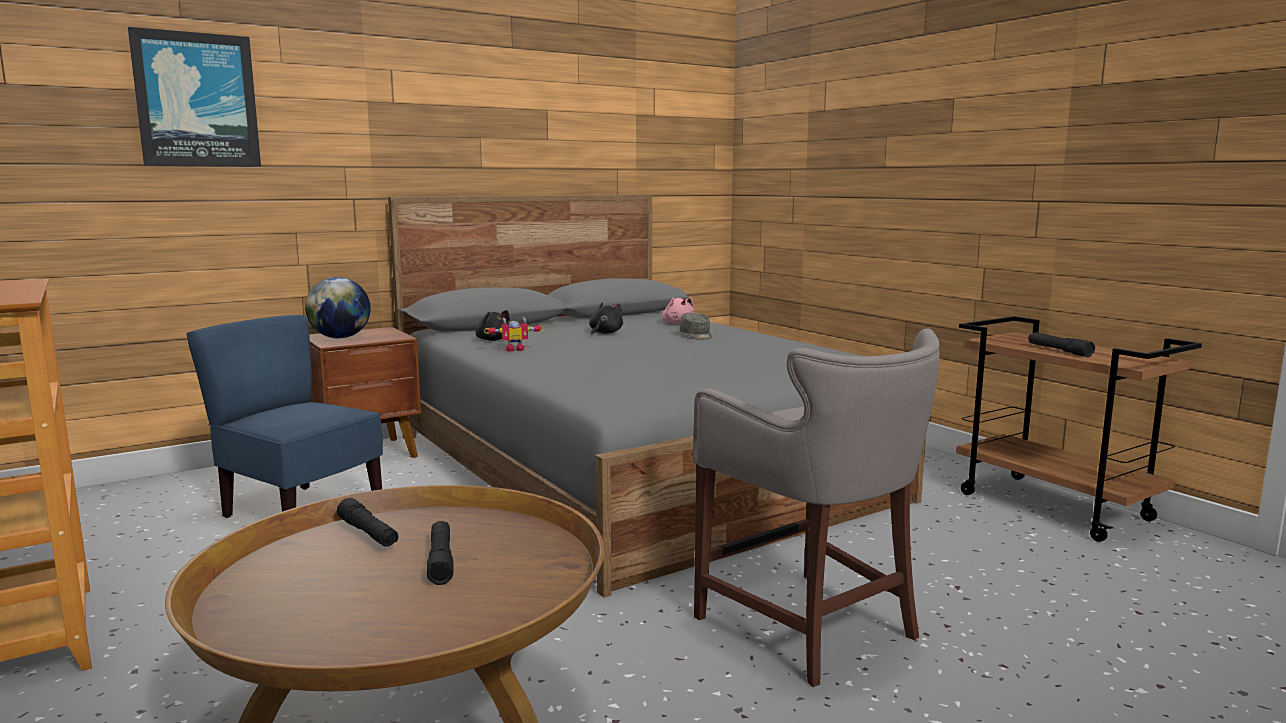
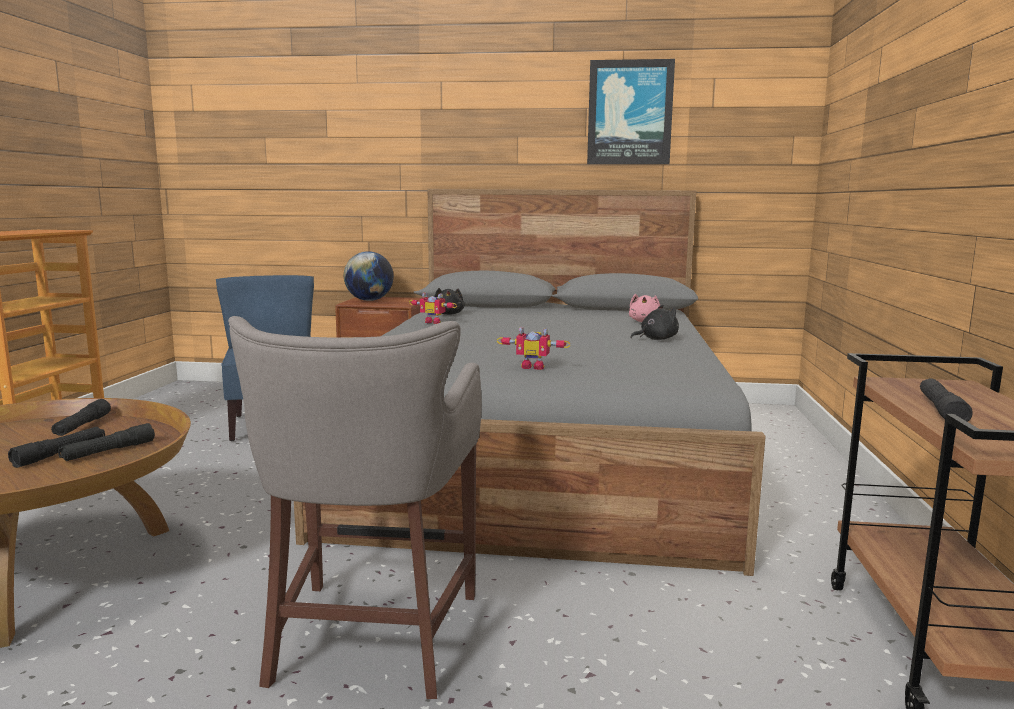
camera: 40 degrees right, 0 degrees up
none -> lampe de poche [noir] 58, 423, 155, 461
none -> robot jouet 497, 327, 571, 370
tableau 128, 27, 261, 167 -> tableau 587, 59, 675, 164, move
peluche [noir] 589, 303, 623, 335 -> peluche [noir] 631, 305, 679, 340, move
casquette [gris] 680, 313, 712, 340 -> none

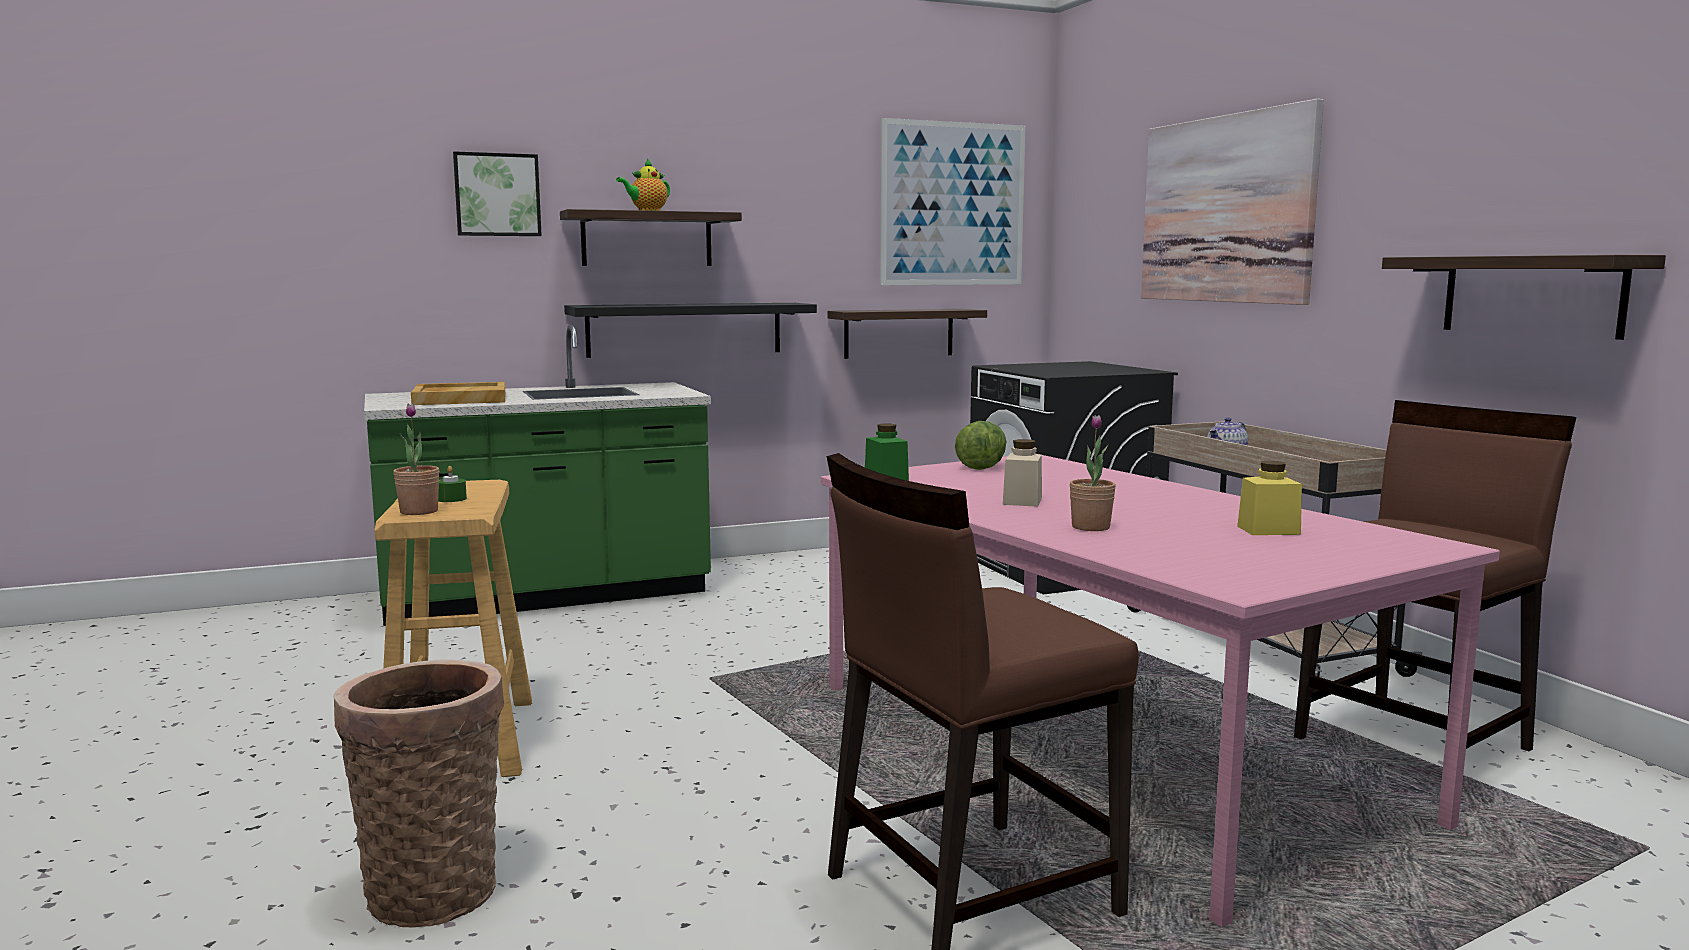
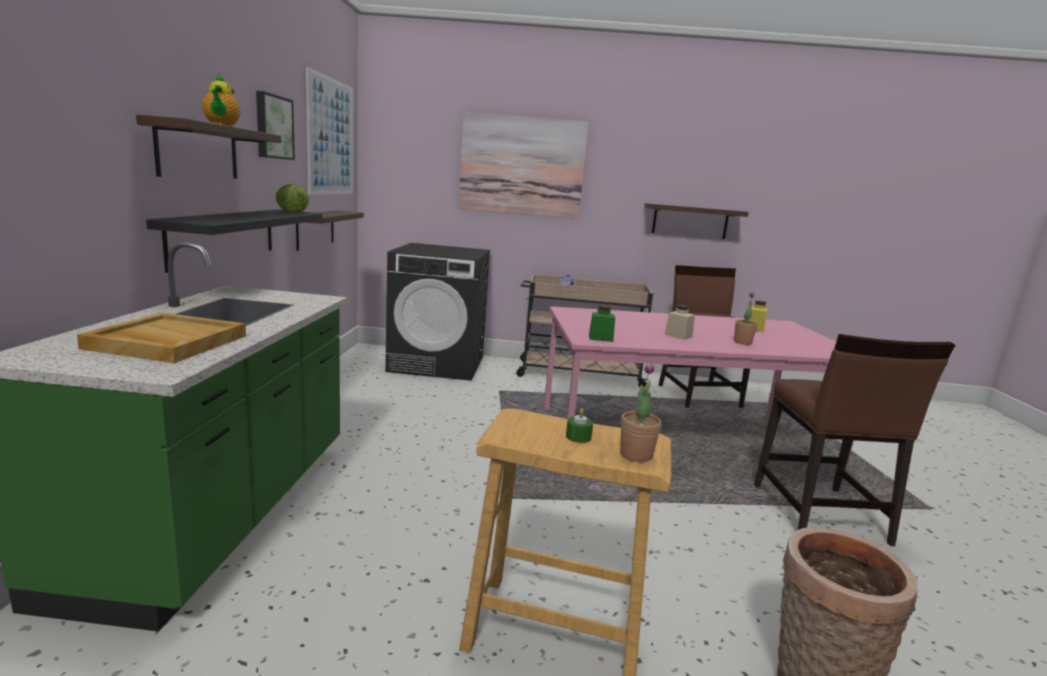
camera: 65 degrees left, 5 degrees up
tableau 453, 151, 542, 236 -> tableau 256, 91, 295, 160, move
laitue 955, 421, 1006, 470 -> laitue 276, 184, 309, 214, move

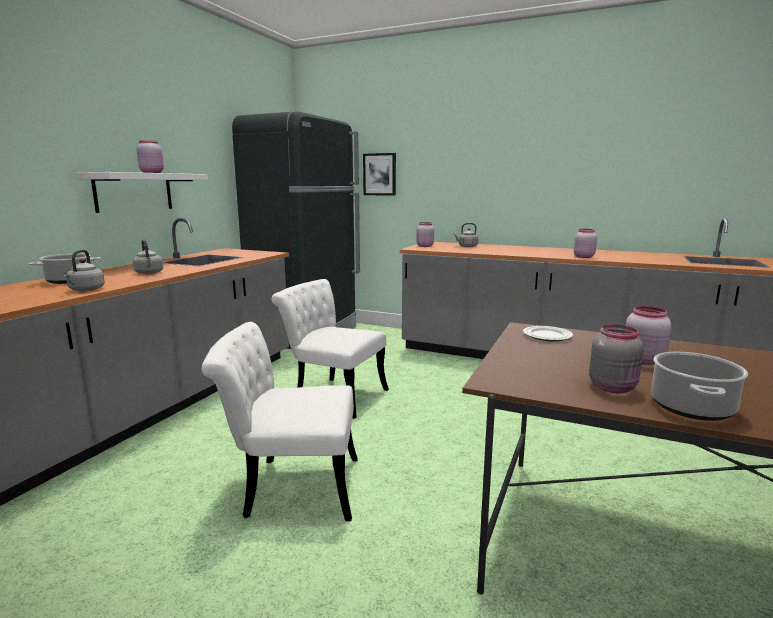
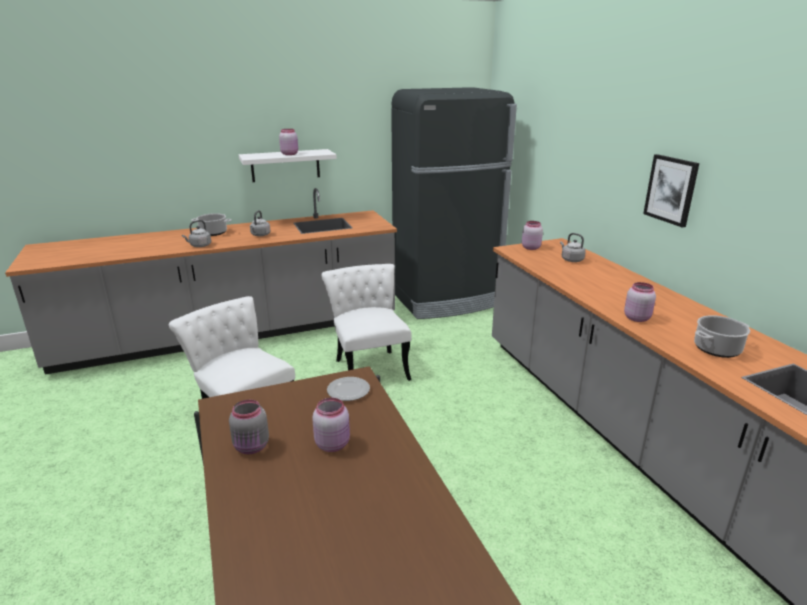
camera: 45 degrees right, 10 degrees up
tableau 363, 153, 396, 196 -> tableau 643, 154, 699, 227, move
marmite 651, 352, 748, 421 -> marmite 694, 315, 750, 358, move

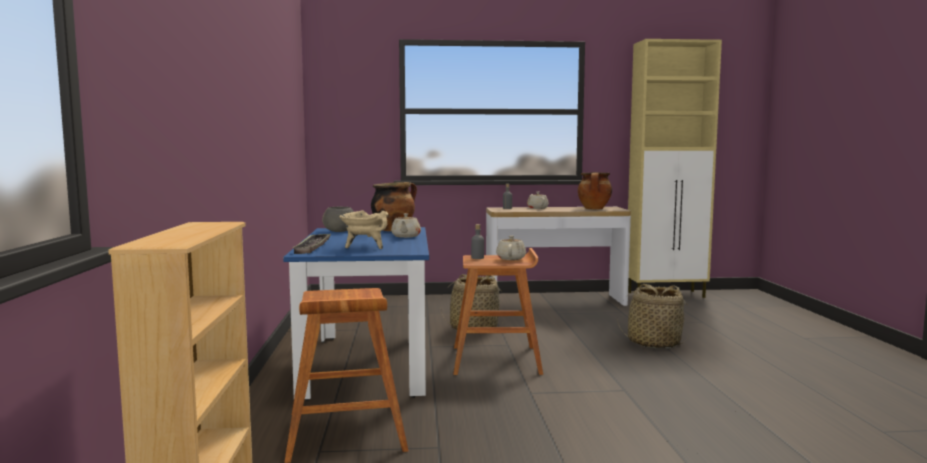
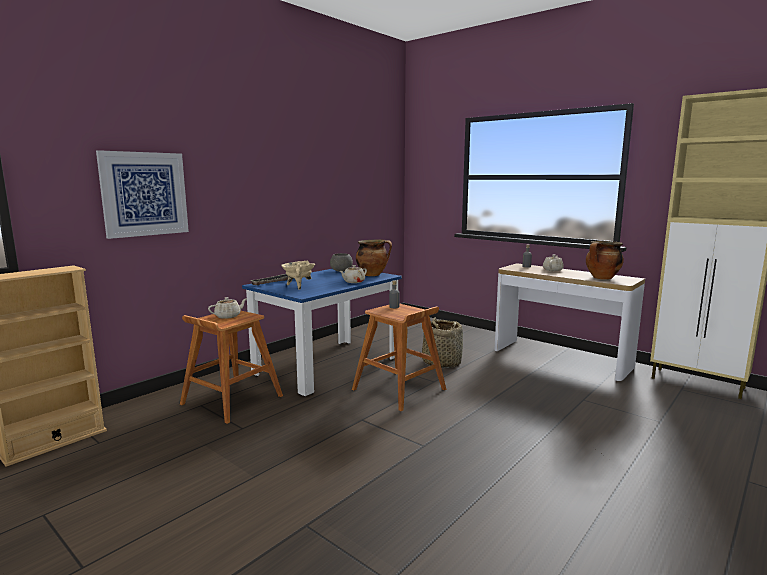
camera: 45 degrees right, 5 degrees up
none -> tableau 96, 150, 189, 239
théière [beige] 496, 236, 526, 260 -> théière [beige] 208, 297, 248, 319, move
panier 617, 284, 689, 349 -> none

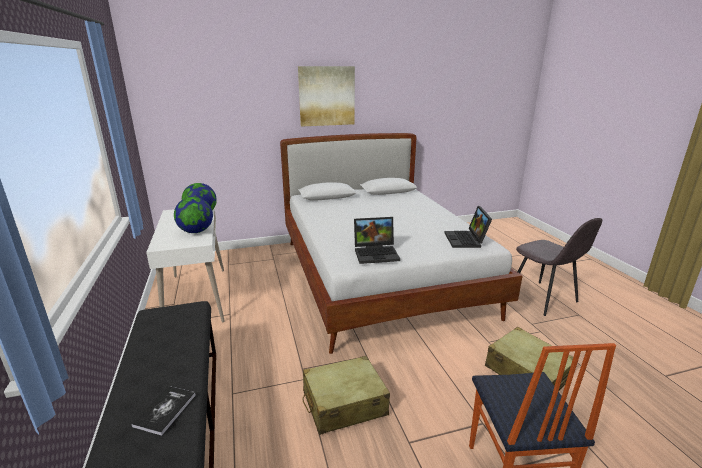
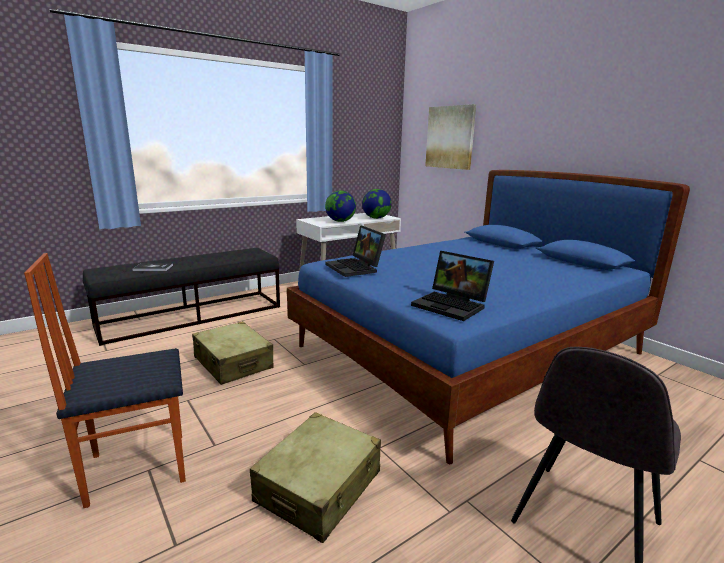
camera: 70 degrees right, 5 degrees down
lit [blanc] 280, 133, 523, 354 -> lit [bleu] 287, 170, 690, 464
ordinateur portable 445, 206, 492, 248 -> ordinateur portable 411, 251, 494, 321, 120 degrees counterclockwise
tableau 298, 66, 355, 127 -> tableau 425, 104, 476, 170, move

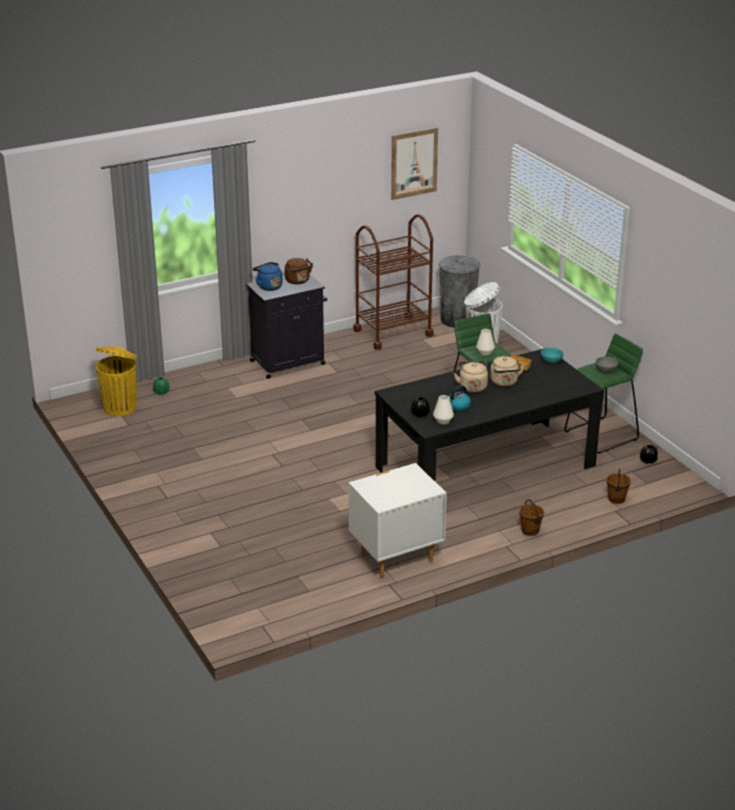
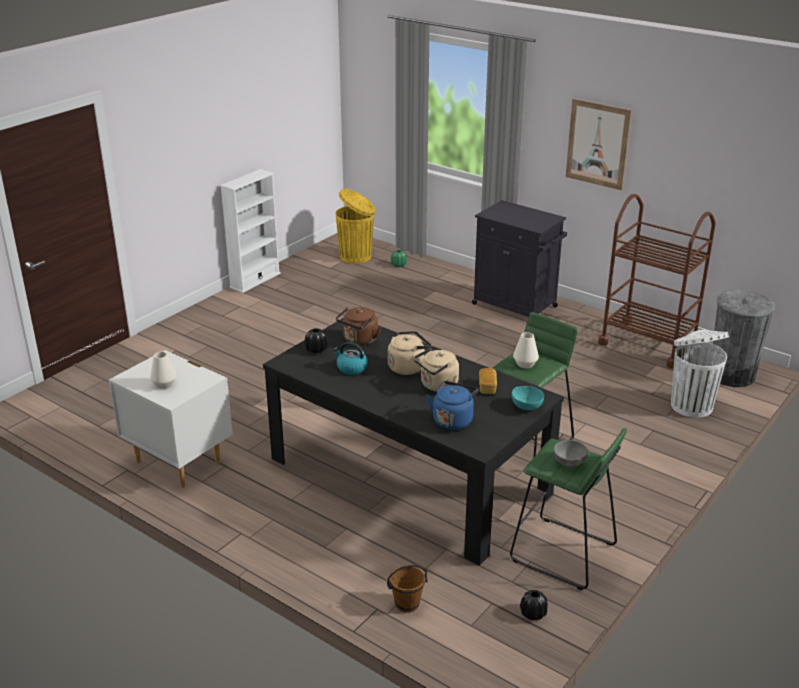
camera: 65 degrees right, 0 degrees up
vase [blanc] 433, 395, 454, 424 -> vase [blanc] 150, 352, 177, 389, move
none -> bibliothèque [blanc] 220, 169, 281, 293
bouilloire [marron] 285, 258, 313, 284 -> bouilloire [marron] 336, 307, 381, 346, move
bouilloire [bleu] 252, 262, 282, 291 -> bouilloire [bleu] 426, 381, 479, 430, move
tableau 391, 128, 438, 200 -> tableau 566, 99, 632, 190, move
seau [marron] 519, 500, 544, 536 -> none

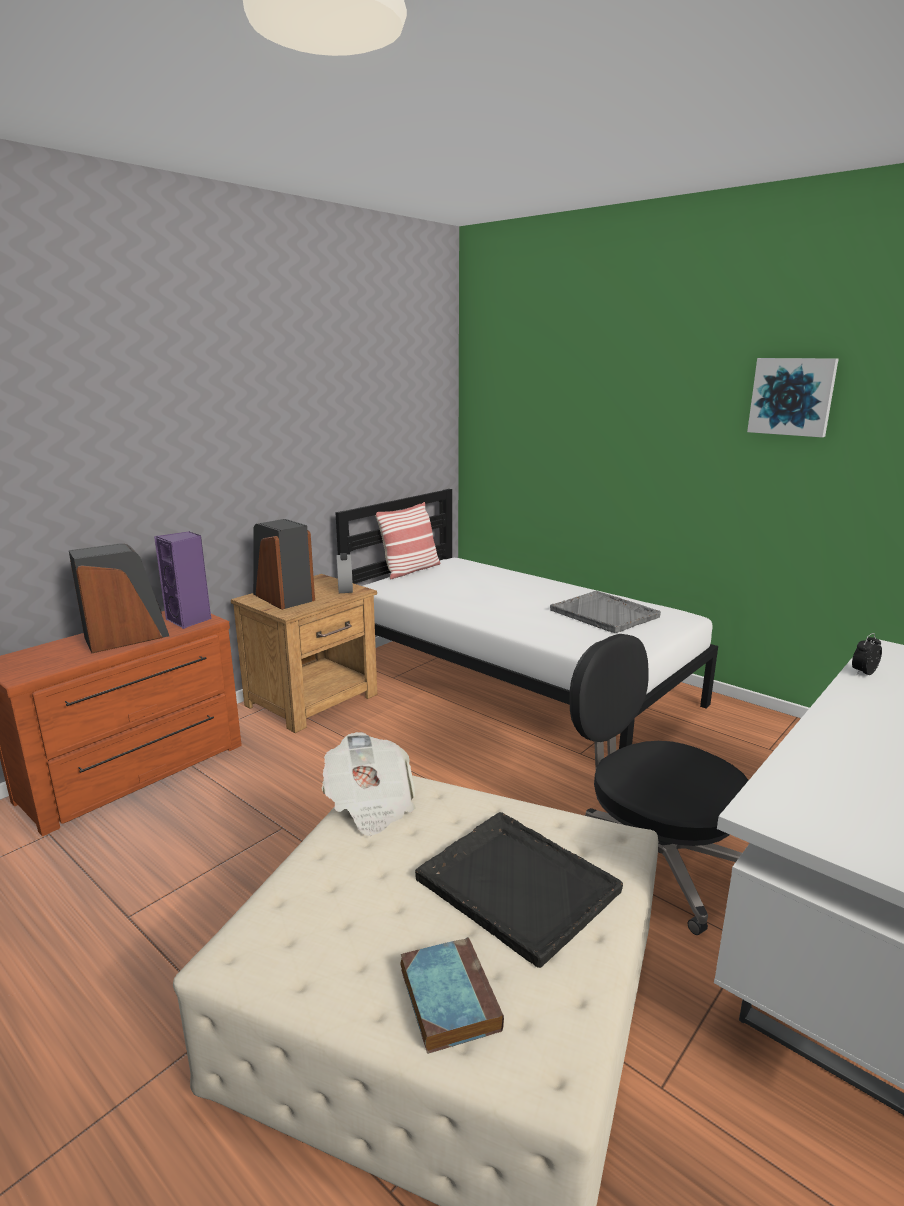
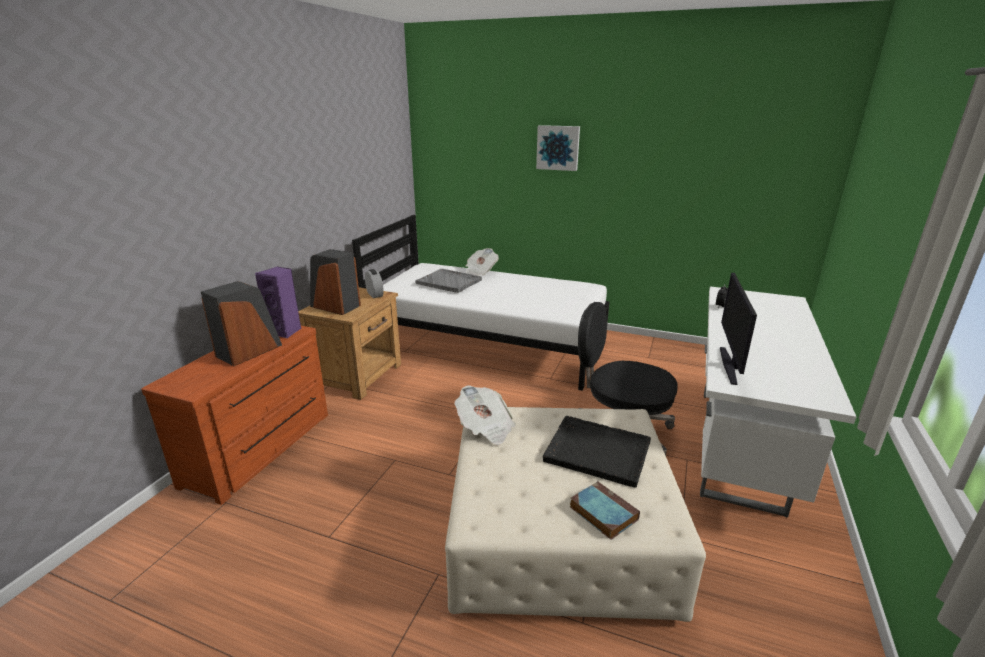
camera: 20 degrees left, 5 degrees up
plateau [gris] 550, 591, 661, 633 -> plateau [gris] 415, 269, 482, 293, move
none -> journal 465, 248, 499, 276
tableau 747, 358, 838, 437 -> tableau 536, 125, 580, 171, move
none -> écran d'ordinateur 720, 273, 757, 385
coussin 375, 502, 440, 579 -> none

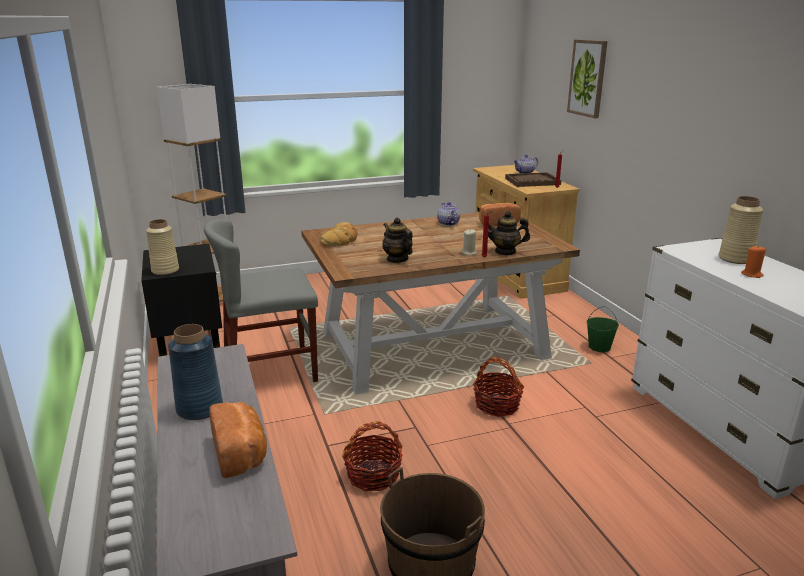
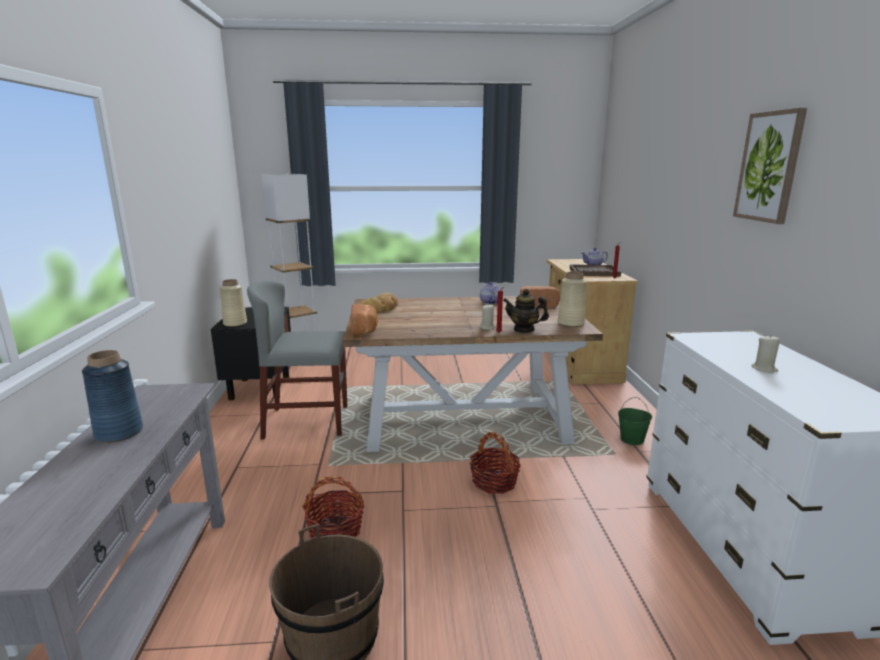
camera: 15 degrees right, 5 degrees down
pain 209, 402, 267, 478 -> pain 351, 304, 378, 335, move
vase [beige] 719, 196, 763, 264 -> vase [beige] 558, 272, 587, 327, move
tableau 567, 40, 608, 118 -> tableau 733, 108, 807, 224, move
bougie [orange] 741, 245, 766, 278 -> bougie [beige] 751, 335, 780, 373
théière 382, 217, 413, 263 -> none

